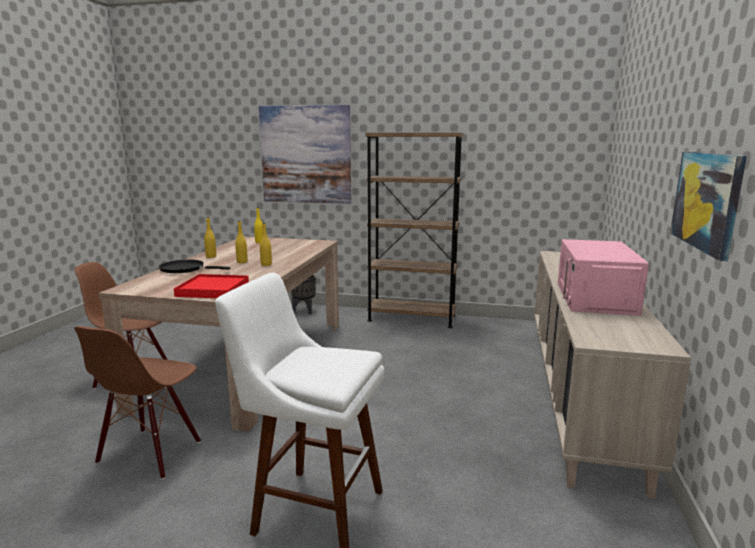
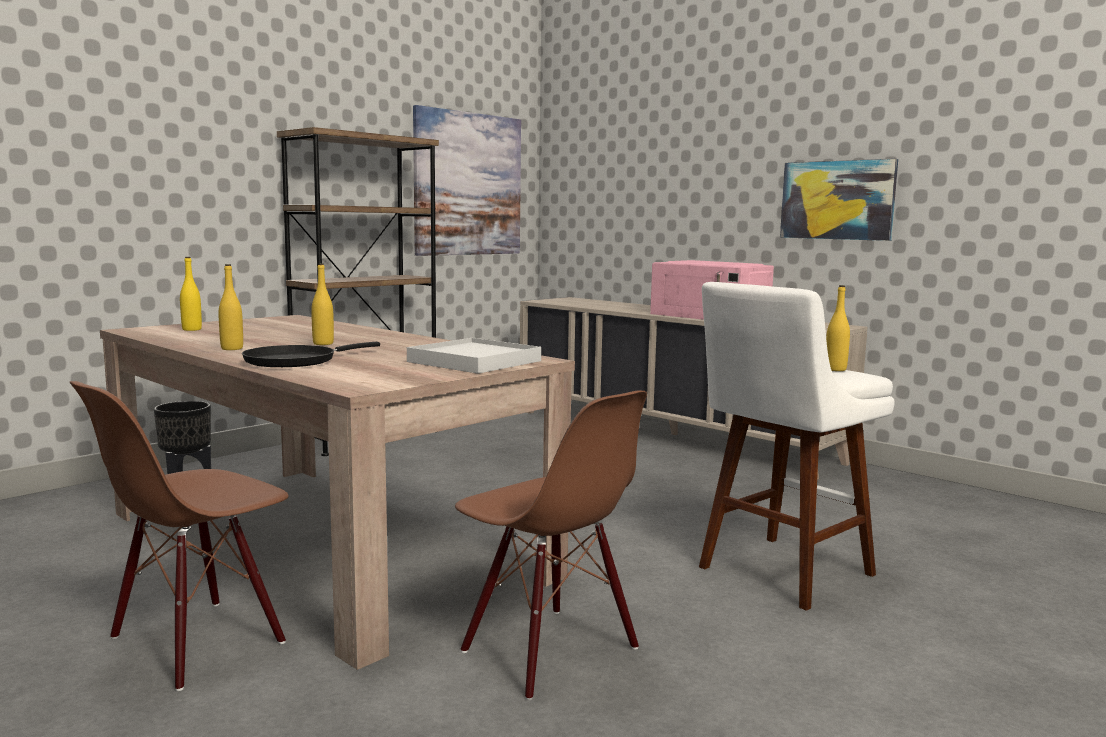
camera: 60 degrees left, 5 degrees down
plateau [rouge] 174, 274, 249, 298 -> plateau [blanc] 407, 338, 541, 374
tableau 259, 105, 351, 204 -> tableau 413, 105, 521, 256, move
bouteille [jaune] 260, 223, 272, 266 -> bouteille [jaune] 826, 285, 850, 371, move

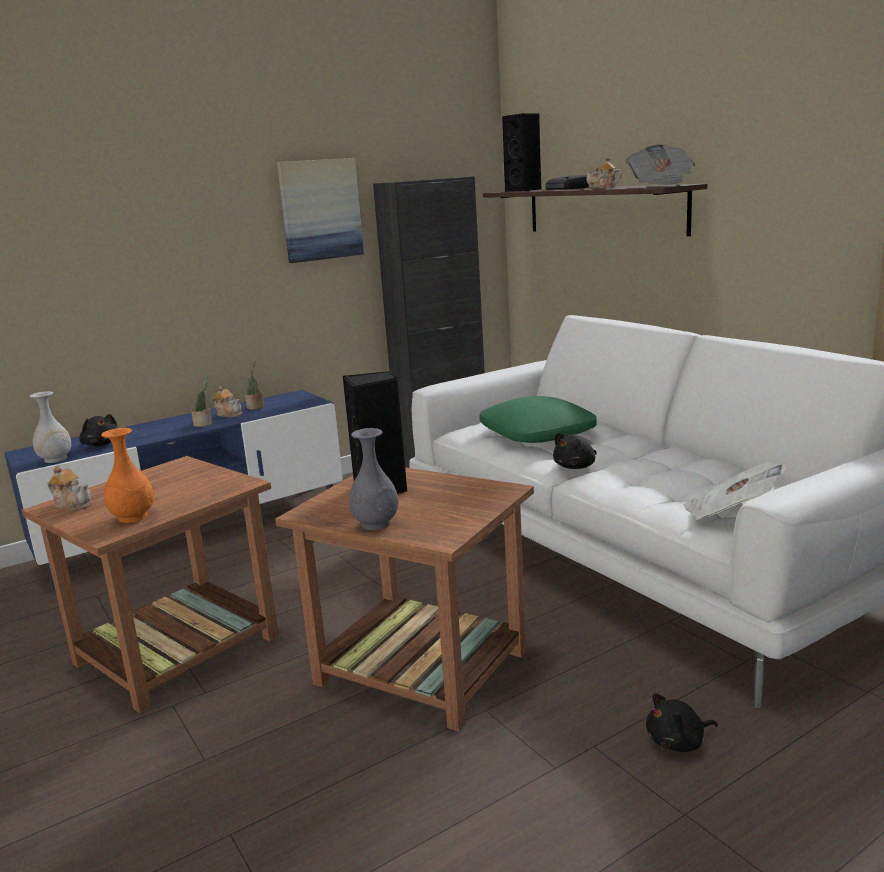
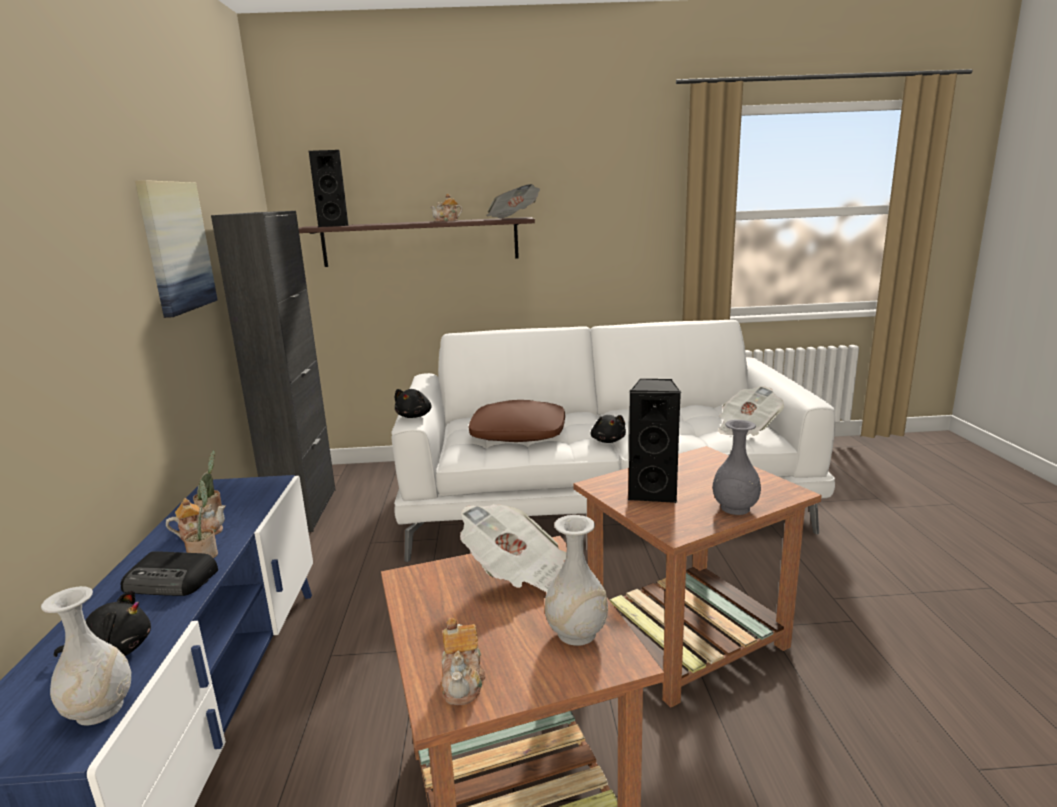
camera: 60 degrees left, 0 degrees up
radio 545, 175, 589, 190 -> radio 121, 551, 218, 596, move
peluche [noir] 646, 693, 718, 752 -> peluche [noir] 395, 389, 432, 418, move
théière 48, 466, 92, 511 -> théière 441, 618, 485, 705, 120 degrees clockwise
none -> journal 460, 504, 567, 592
coussin [vert] 479, 396, 597, 443 -> coussin [marron] 469, 400, 565, 442
vase [orange] 101, 428, 154, 523 -> vase [blanc] 545, 515, 608, 646

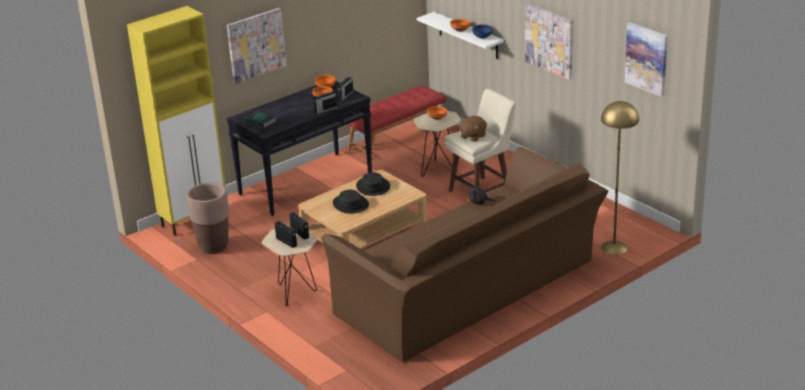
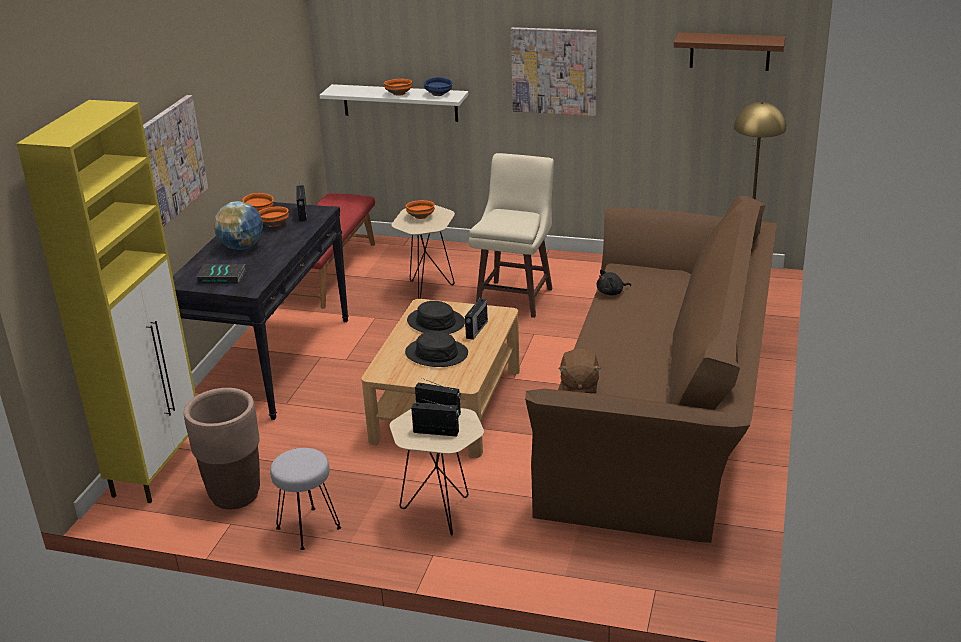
camera: 35 degrees left, 0 degrees up
none -> globe 214, 201, 263, 250
none -> tabouret [gris] 270, 448, 341, 550
radio 313, 91, 337, 114 -> radio 465, 298, 488, 340, move
peluche [marron] 459, 116, 487, 142 -> peluche [marron] 559, 349, 601, 394, move
tableau 625, 22, 668, 97 -> étagère [marron] 674, 32, 785, 71

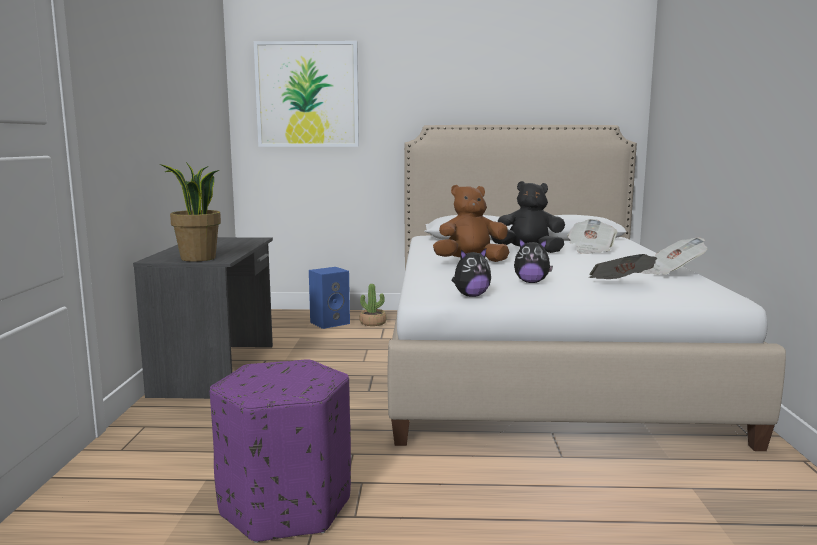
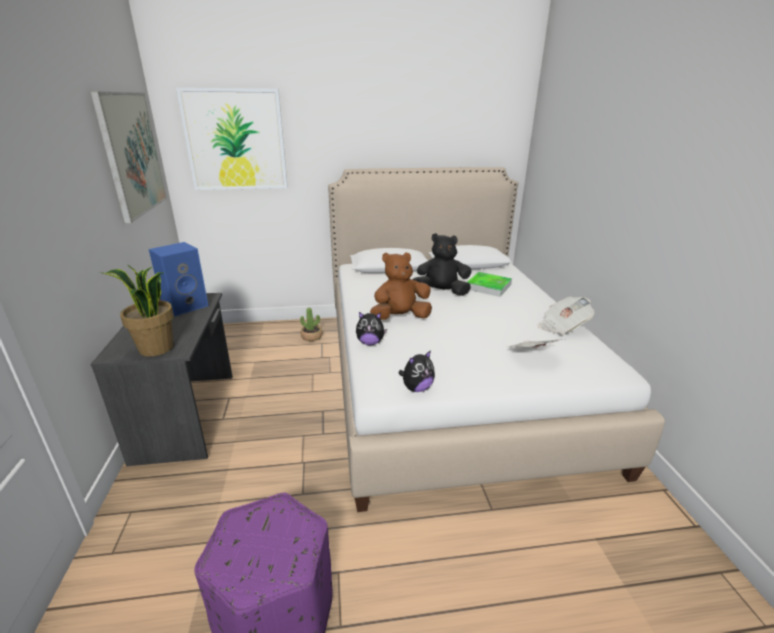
camera: 10 degrees left, 15 degrees up
none -> tableau 90, 91, 167, 223
enceinte [bleu] 309, 267, 350, 329 -> enceinte [bleu] 149, 242, 209, 316, move
peluche 514, 239, 553, 283 -> peluche 356, 312, 387, 345, move
journal 567, 219, 617, 254 -> plateau 467, 272, 512, 297

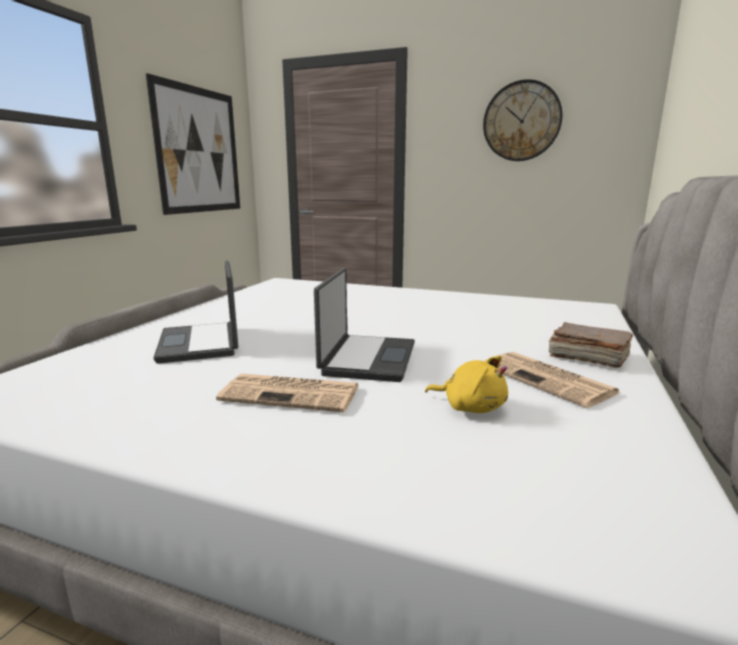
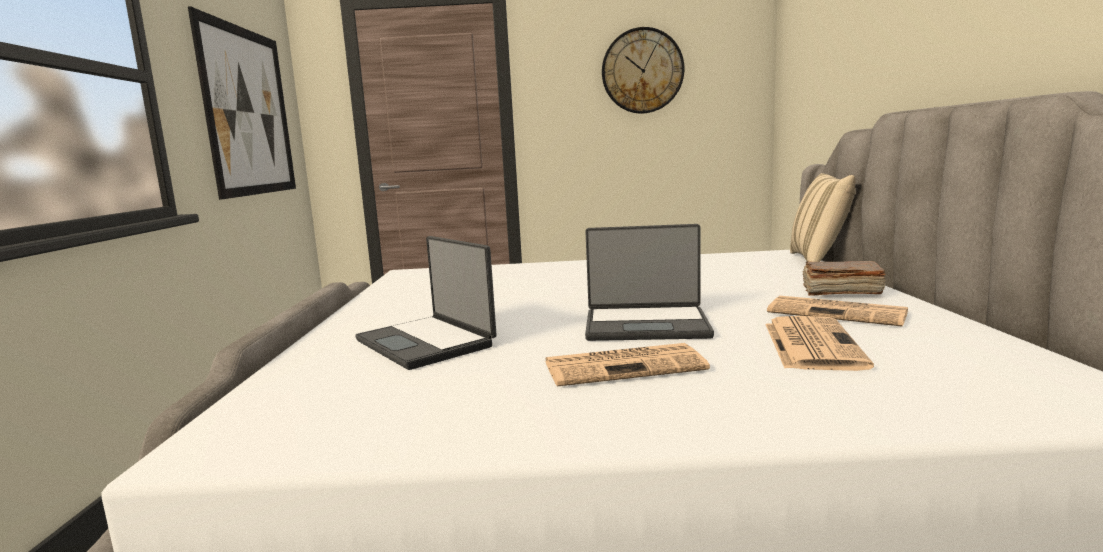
camera: 20 degrees left, 5 degrees down
ordinateur portable 314, 268, 415, 382 -> ordinateur portable 585, 224, 714, 341, 105 degrees clockwise
peluche [jaune] 425, 356, 508, 413 -> journal 765, 316, 874, 371
none -> coussin [beige] 790, 173, 856, 262

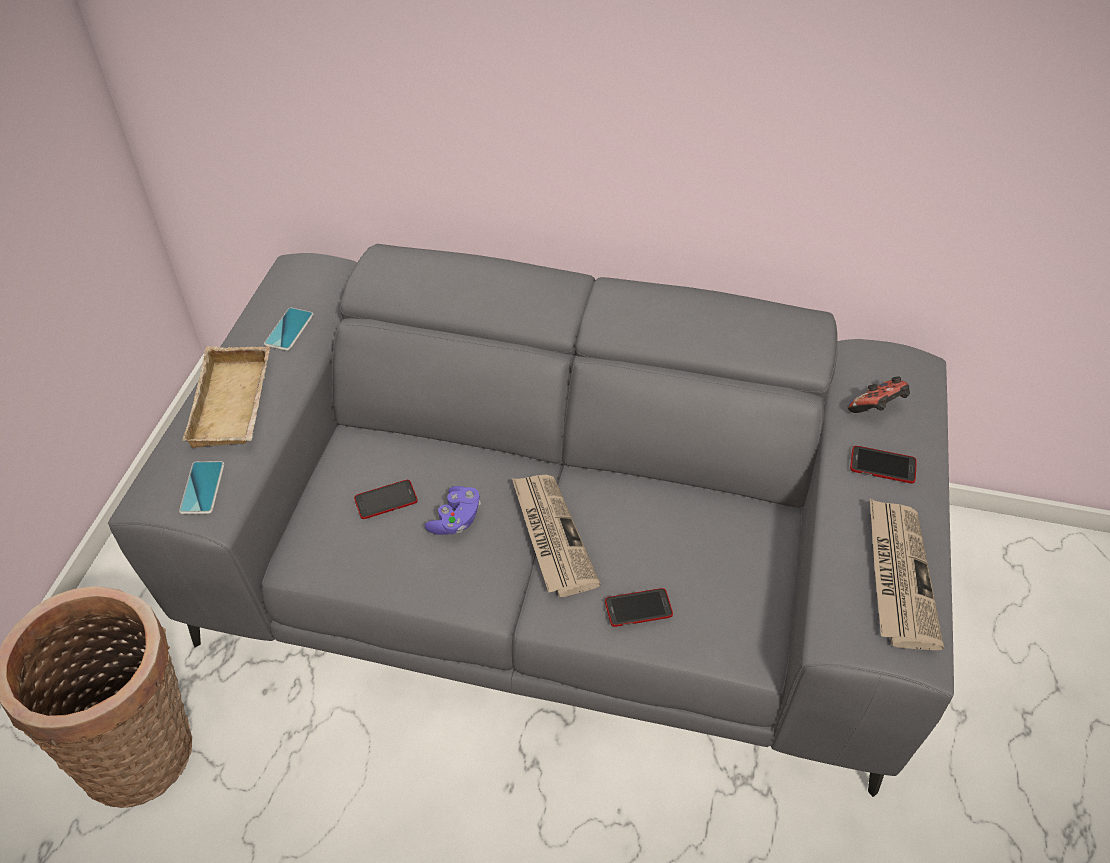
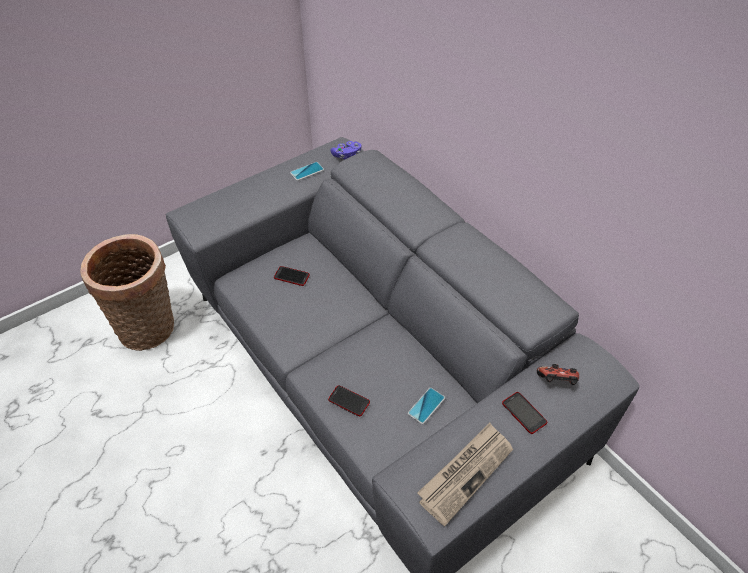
camera: 40 degrees right, 0 degrees up
manette [violet] 425, 486, 481, 535 -> manette [violet] 331, 141, 361, 159, move
téléphone 179, 461, 225, 514 -> téléphone 408, 388, 445, 424, move
plateau [beige] 182, 346, 270, 448 -> none
journal 512, 475, 601, 597 -> none

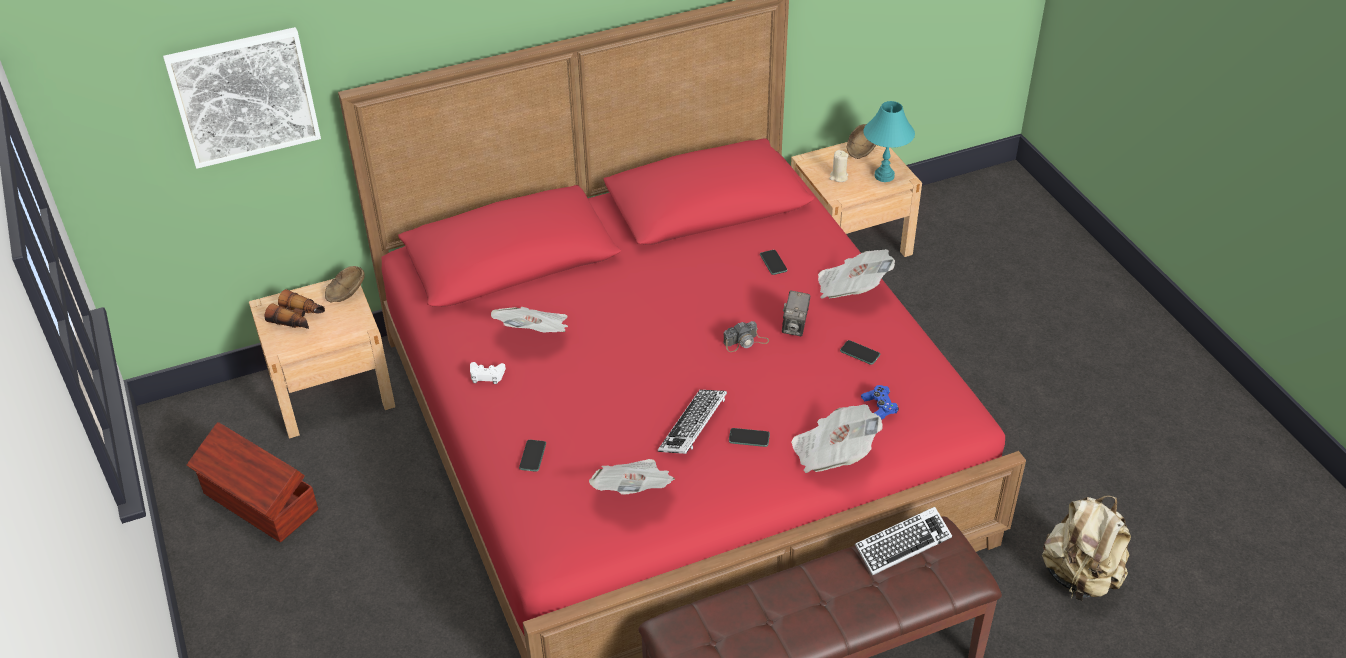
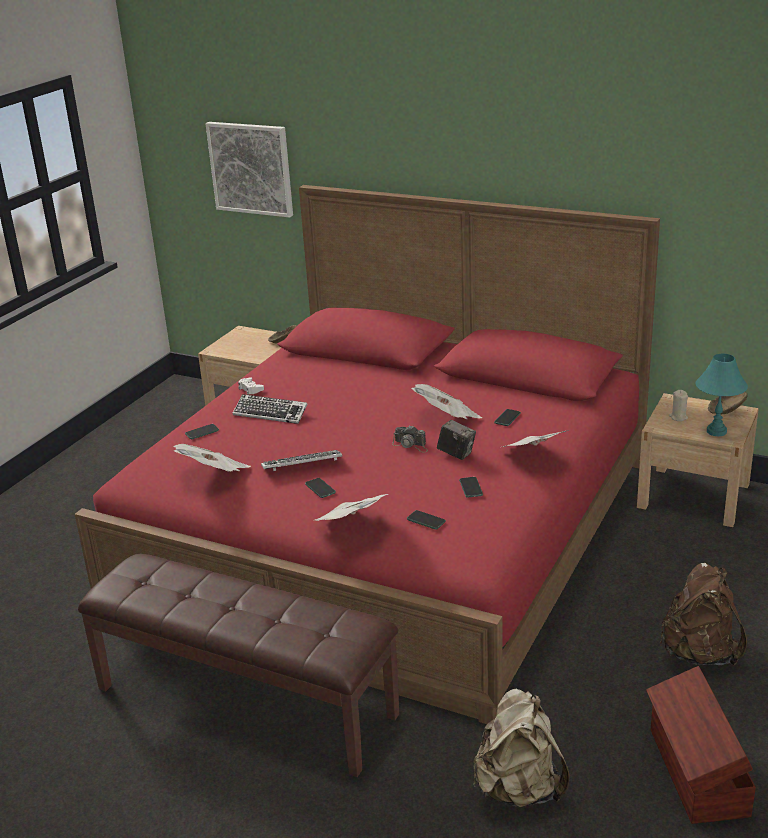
camera: 50 degrees right, 15 degrees down
clavier 855, 507, 952, 576 -> clavier 233, 394, 307, 424, move
manette [bleu] 861, 385, 899, 420 -> téléphone 407, 510, 446, 530
journal 491, 307, 569, 333 -> journal 411, 384, 482, 419, move
appareil photo 782, 290, 810, 336 -> appareil photo 437, 420, 476, 460, 120 degrees counterclockwise
boîte de rangement [marron] 187, 422, 318, 543 -> boîte de rangement [marron] 646, 666, 756, 824, move
none -> sac à dos [marron] 660, 563, 747, 666
jumelles 264, 289, 325, 329 -> none

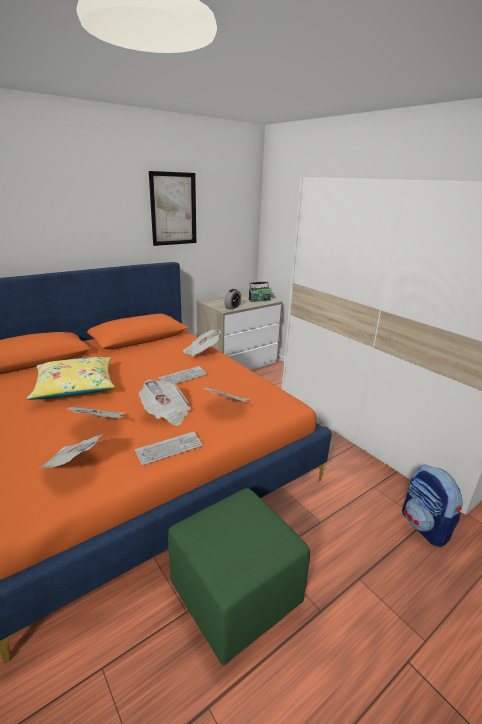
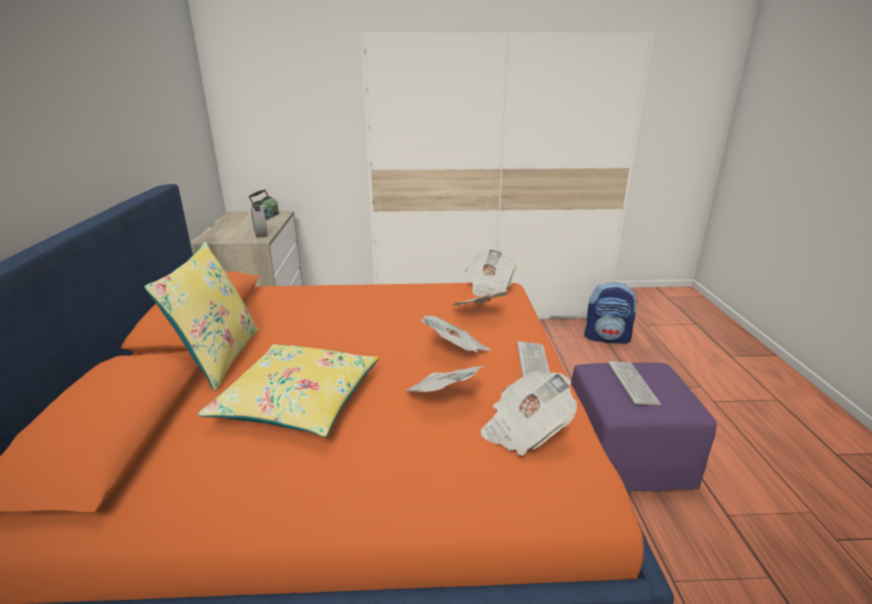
camera: 55 degrees left, 0 degrees up
none -> coussin [jaune] 144, 242, 259, 391
journal 183, 330, 221, 357 -> journal 465, 249, 517, 296, move
pouf [vert] 168, 488, 310, 666 -> pouf [violet] 571, 362, 717, 492
clavier 158, 366, 207, 384 -> clavier 608, 361, 661, 405, move
tableau 149, 171, 196, 246 -> none

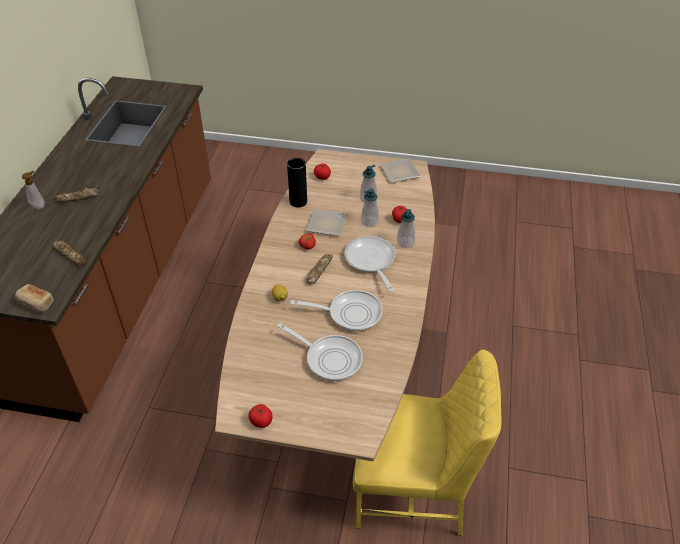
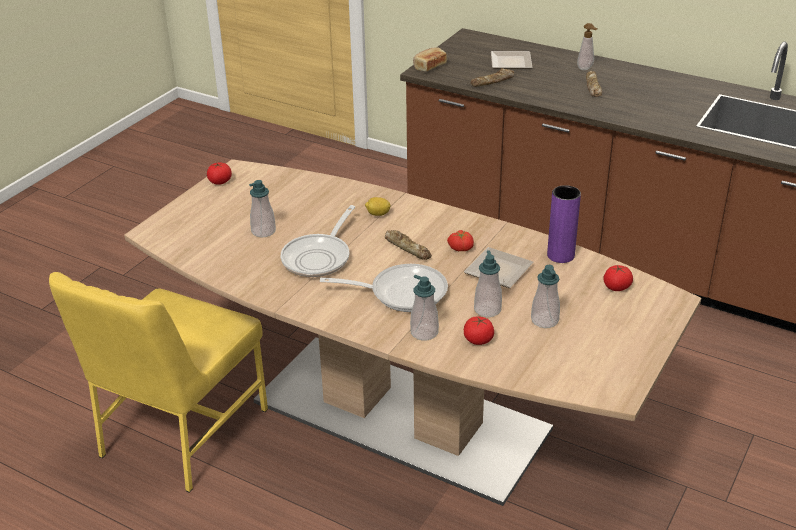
camera: 110 degrees right, 10 degrees down
poêle 277, 323, 363, 381 -> distributeur de savon 249, 180, 276, 237
assiette 381, 158, 421, 183 -> assiette 491, 51, 533, 69, move
vase [noir] 287, 158, 307, 208 -> vase [violet] 547, 185, 581, 263

